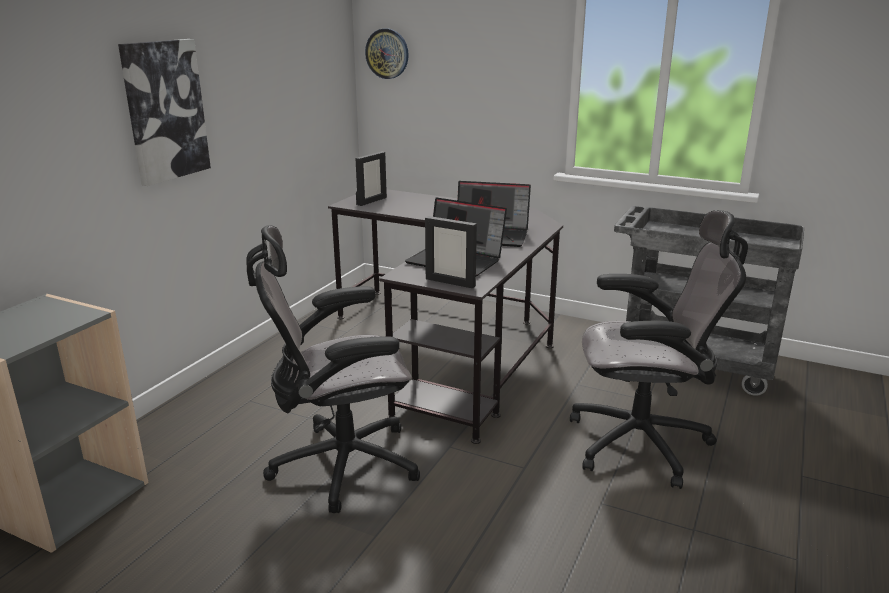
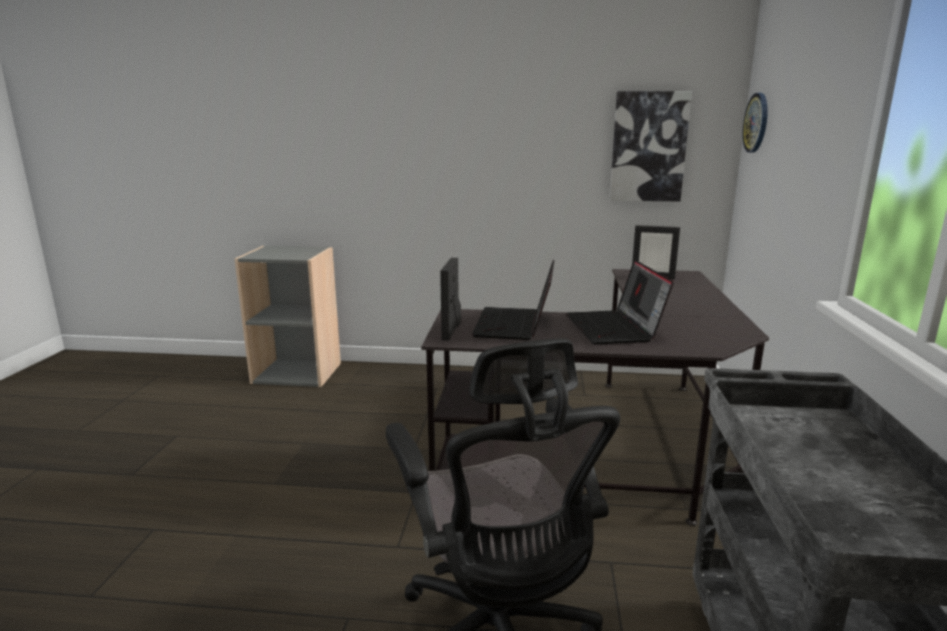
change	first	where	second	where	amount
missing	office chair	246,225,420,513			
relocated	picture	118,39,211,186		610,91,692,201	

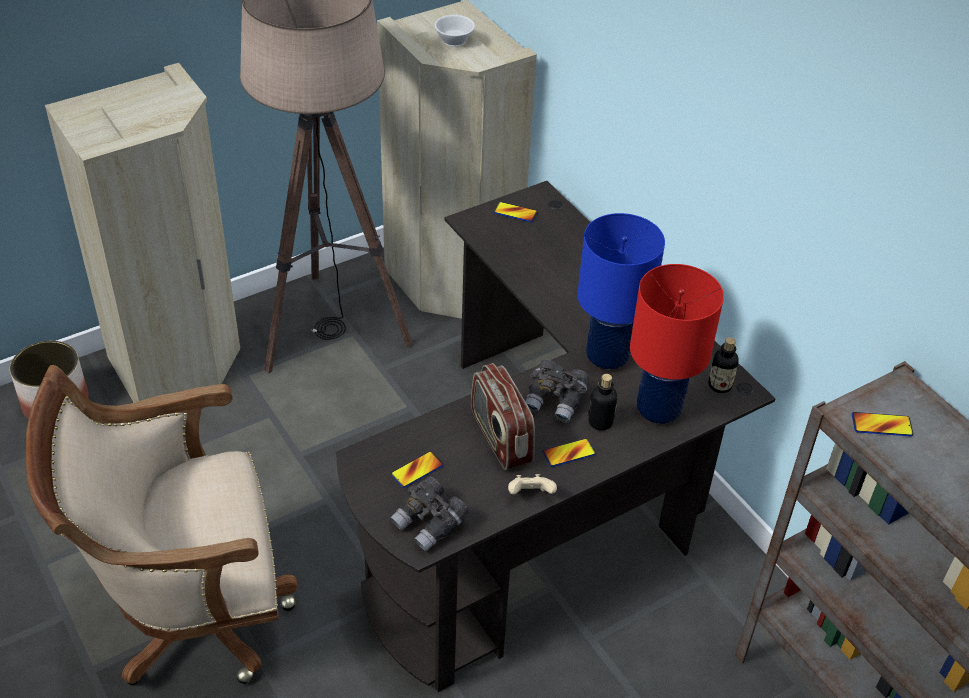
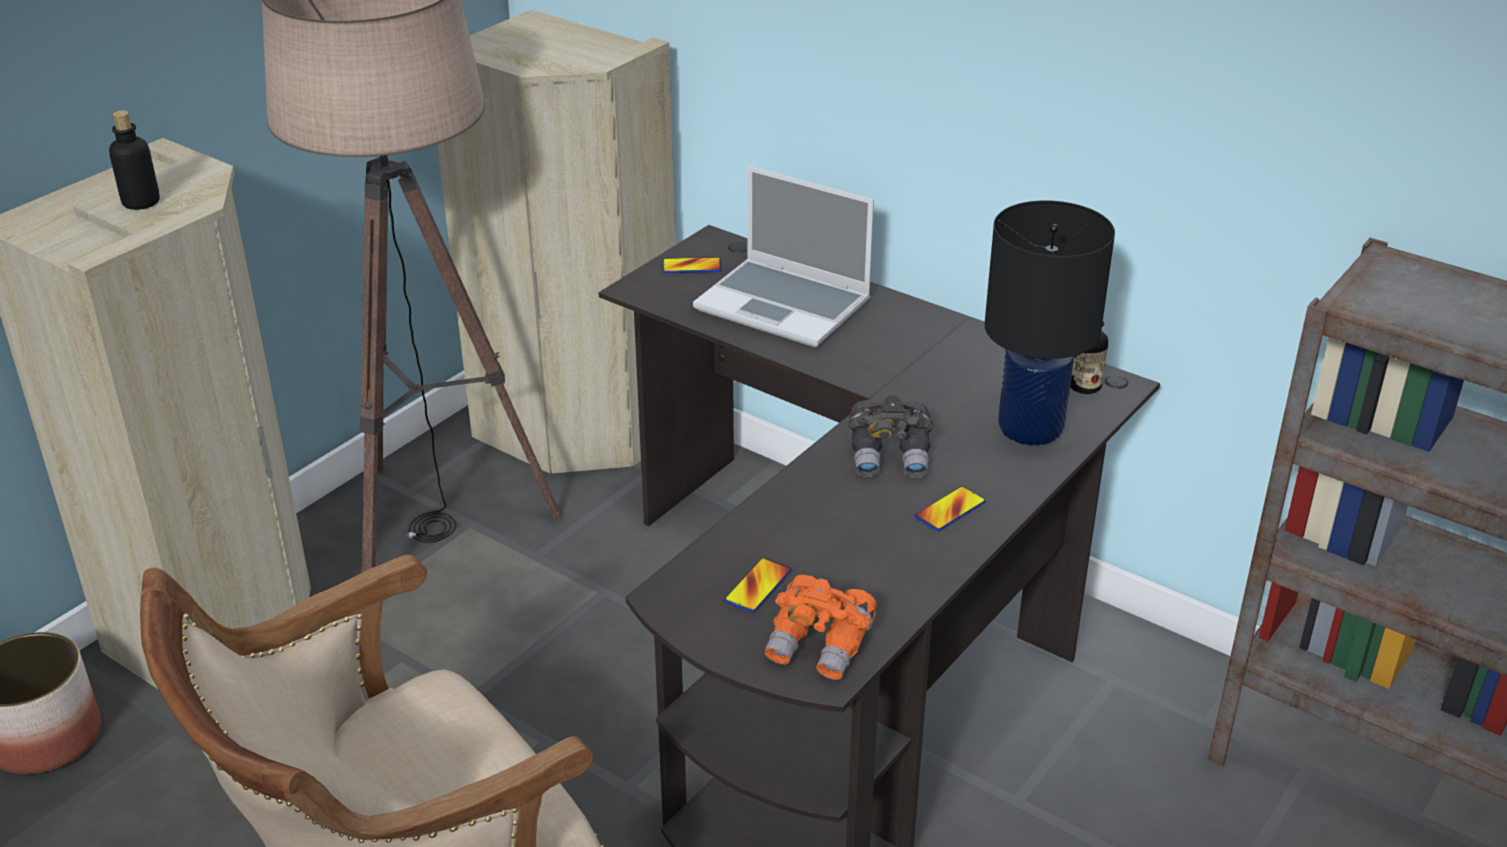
change	first	where	second	where	amount
missing	white cup	435,14,475,47			
missing	radio	471,363,535,470			
missing	beige game controller	508,474,557,495			
missing	blue table lamp	577,213,665,370			
missing	phone	852,412,913,436			
appeared			laptop	693,166,874,347	
relocated	bottle	588,374,617,431		109,110,160,210	
colour	grey binoculars	390,476,469,552	orange binoculars	764,575,877,680	
colour	red table lamp	630,264,724,424	black table lamp	985,200,1115,446	

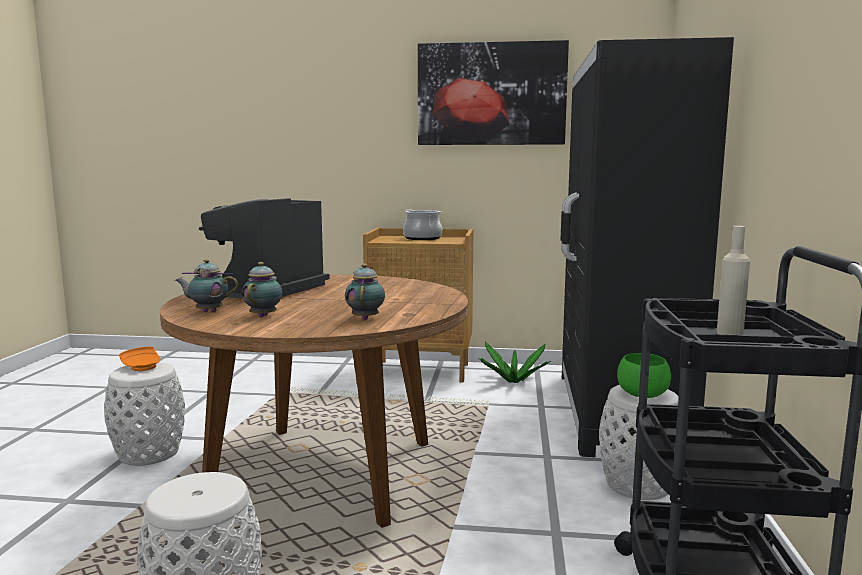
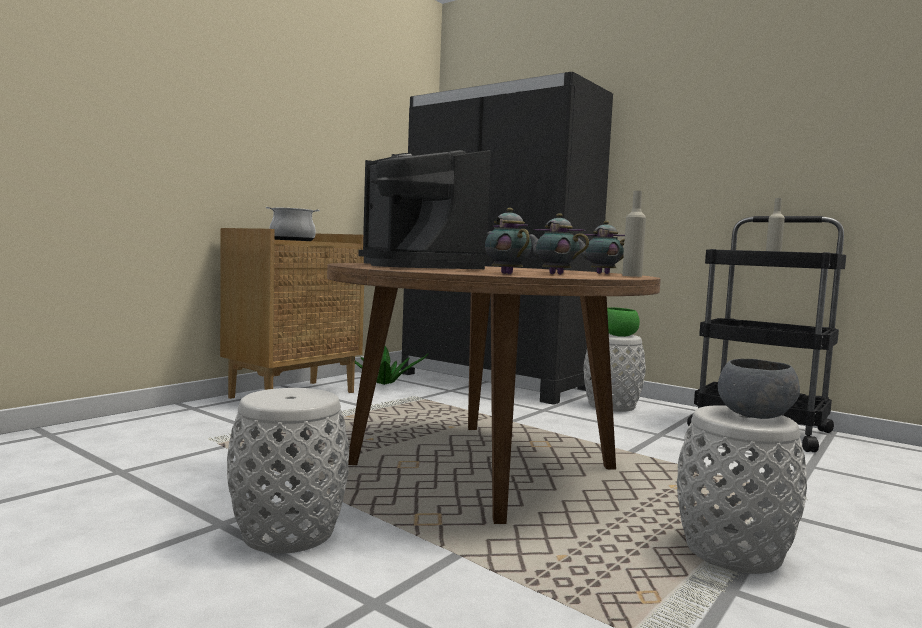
change	first	where	second	where	amount
missing	orange plate	119,347,160,371			
missing	picture	418,40,569,145			
appeared			beige bottle	622,191,646,277	
appeared			grey bowl	718,359,800,419	
spun	teapot	175,259,238,312		485,208,532,274	120 degrees clockwise

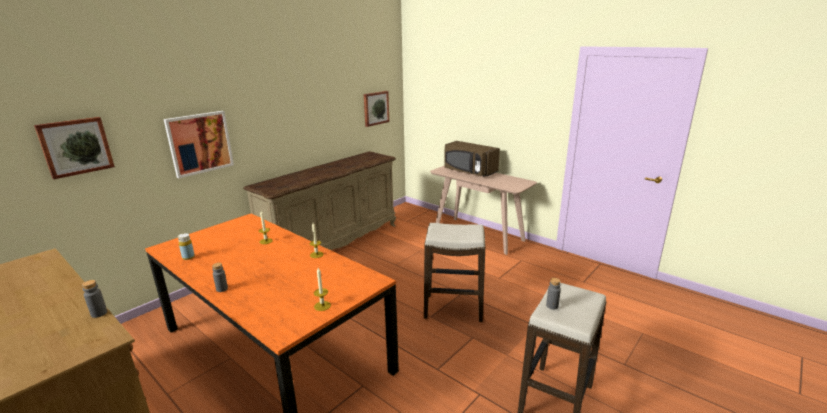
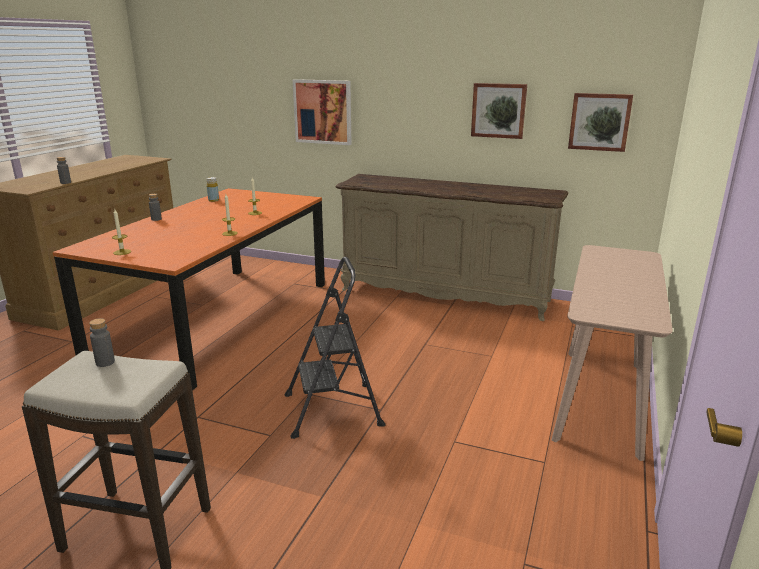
change	first	where	second	where	amount
missing	brown microwave	444,141,500,177			
relocated	picture	34,117,115,179		471,83,527,139	
exchanged	stool	424,223,486,322	black step ladder	284,257,386,439	

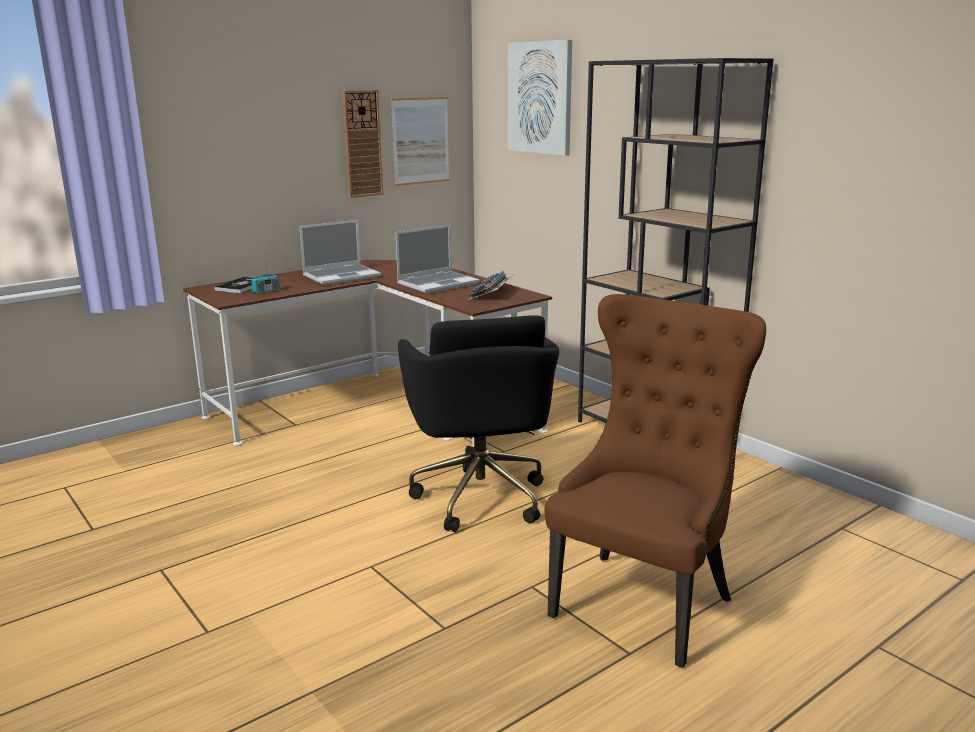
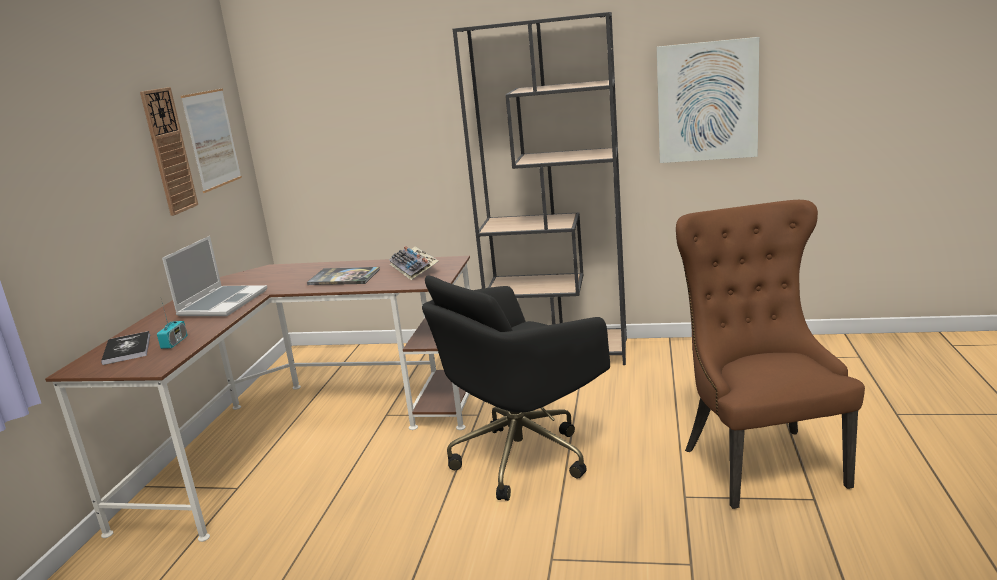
change	first	where	second	where	amount
relocated	picture	508,40,572,156		657,37,759,163	
exchanged	laptop	396,225,480,294	book	307,267,380,285	
spun	black office chair	398,315,559,532		422,276,610,501	105 degrees clockwise

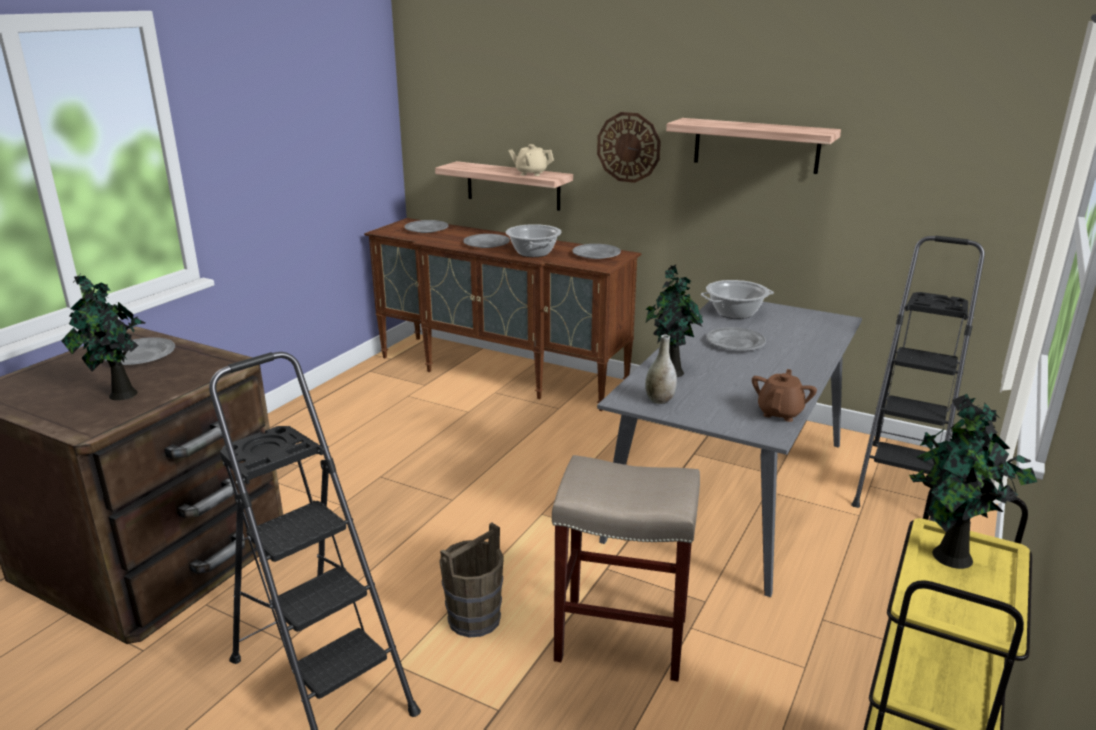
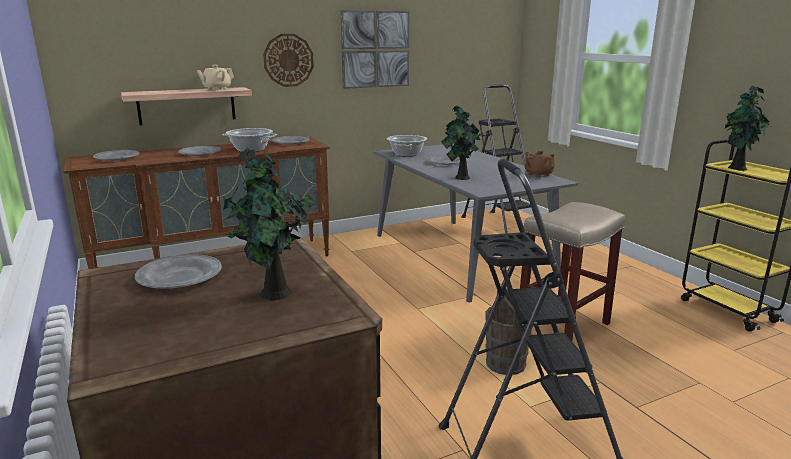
change	first	where	second	where	amount
missing	grey vase	645,335,677,404			
exchanged	shelf	666,118,841,174	picture	340,10,409,89	

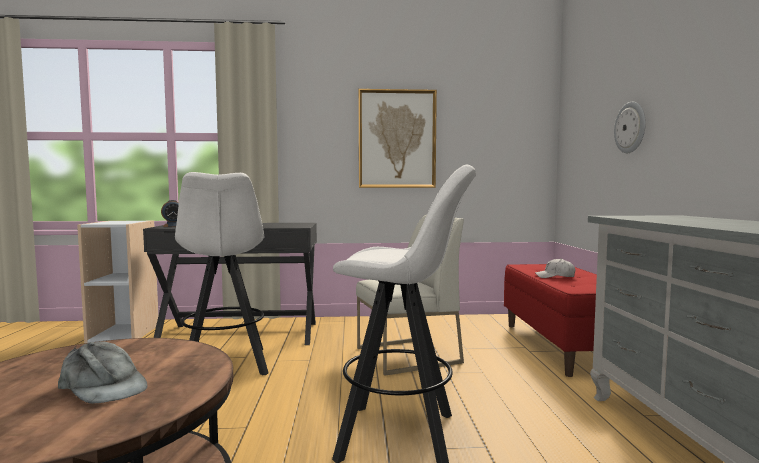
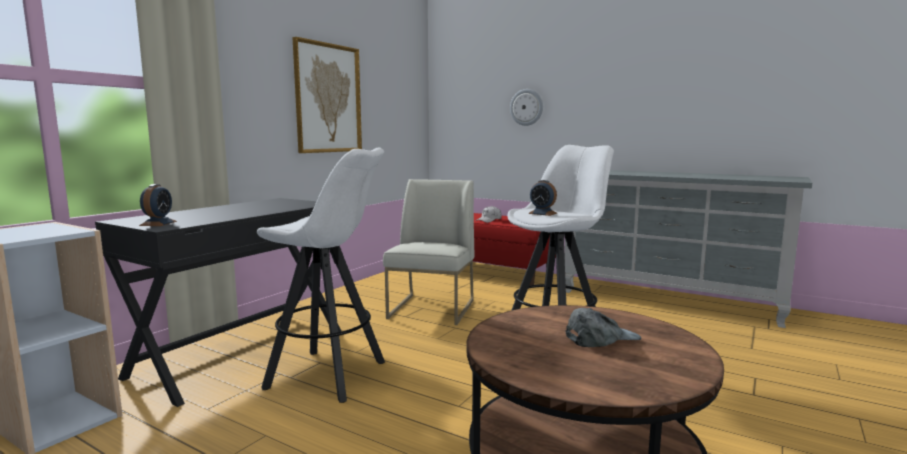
change	first	where	second	where	amount
appeared			alarm clock	528,180,557,216	

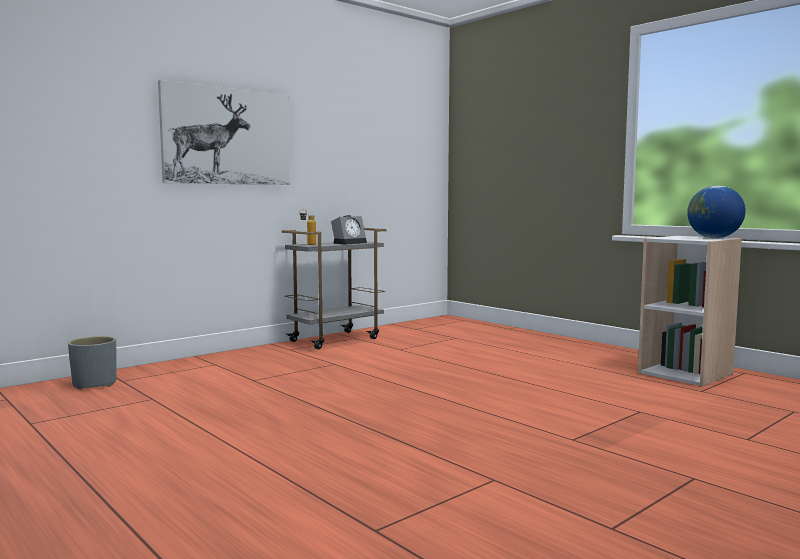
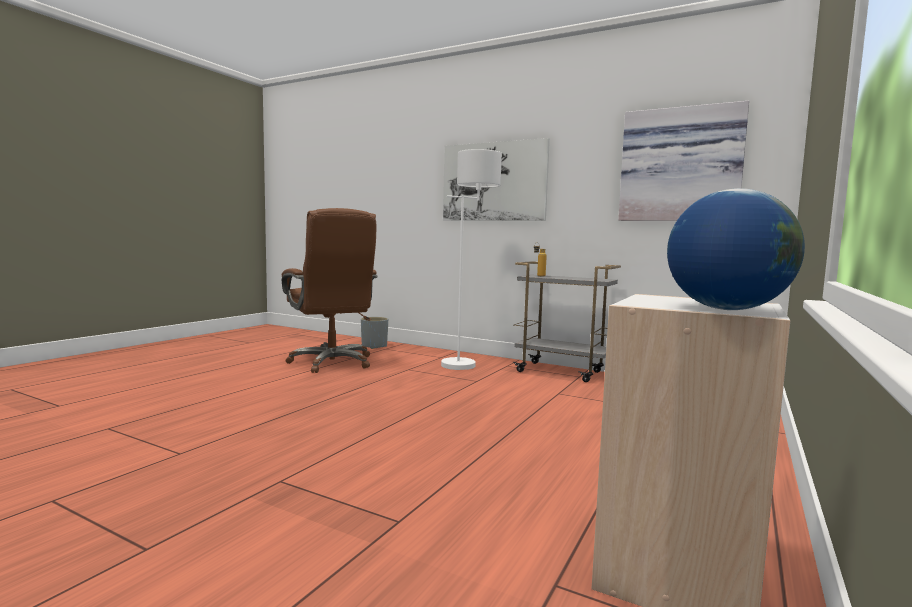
change	first	where	second	where	amount
missing	alarm clock	331,215,367,245			
appeared			brown office chair	282,208,377,373	
appeared			white floor lamp	441,149,502,370	
appeared			picture	618,101,749,221	

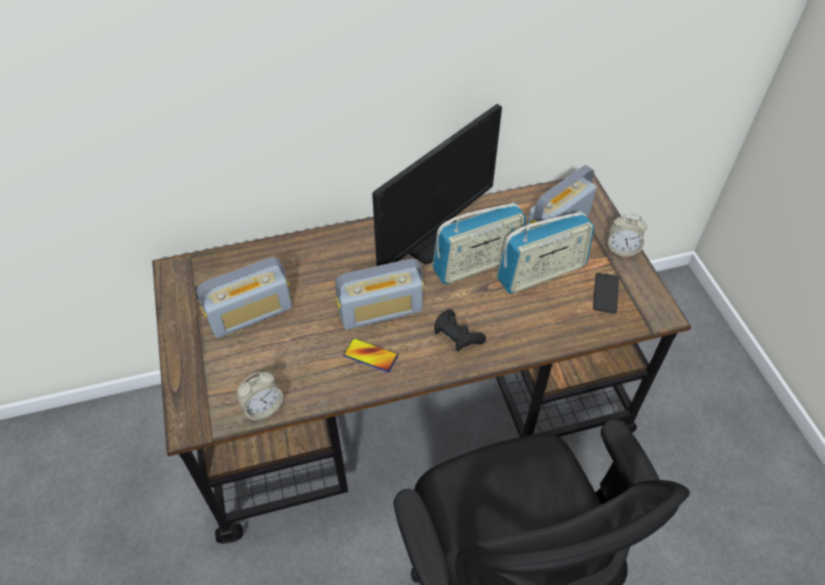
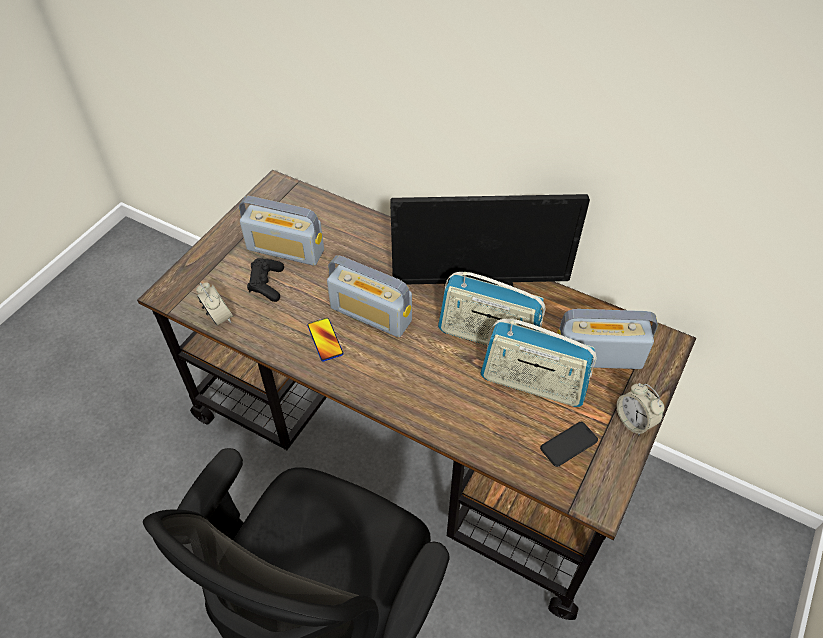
change	first	where	second	where	amount
relocated	black game controller	434,310,486,351		247,258,284,302	
spun	alarm clock	237,372,283,421		196,282,233,326	135 degrees counterclockwise

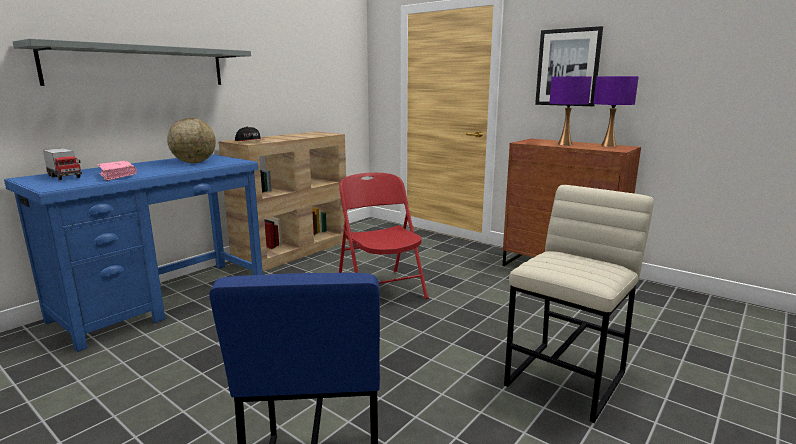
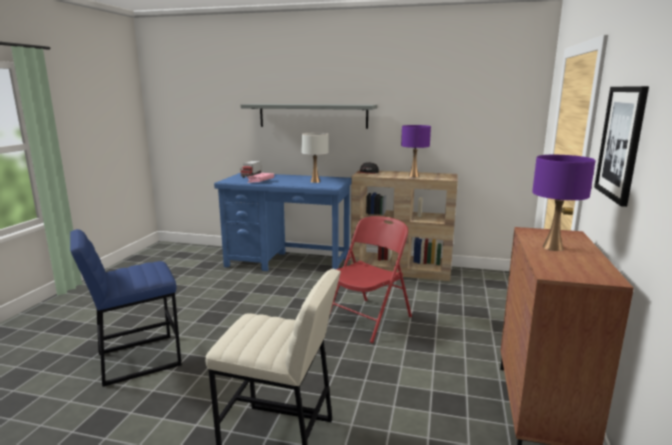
change	first	where	second	where	amount
relocated	purple table lamp	593,76,639,147		401,125,431,177	
exchanged	globe	167,118,216,163	white table lamp	301,133,329,183	

